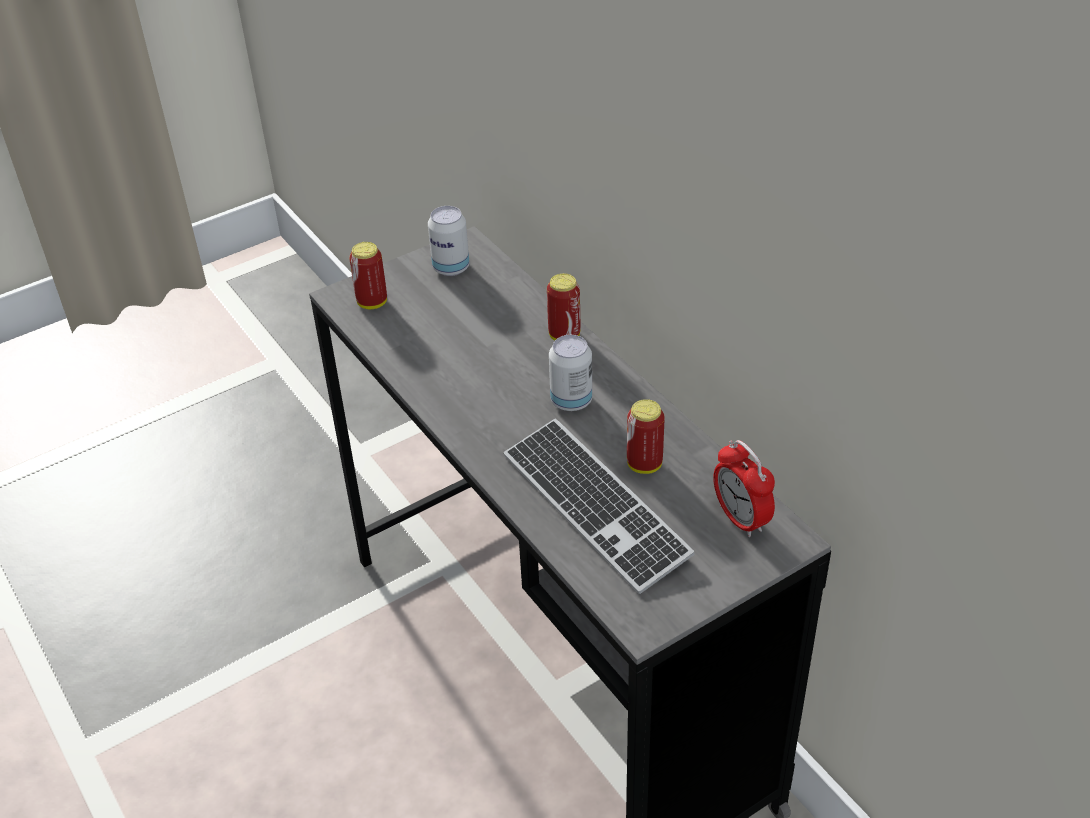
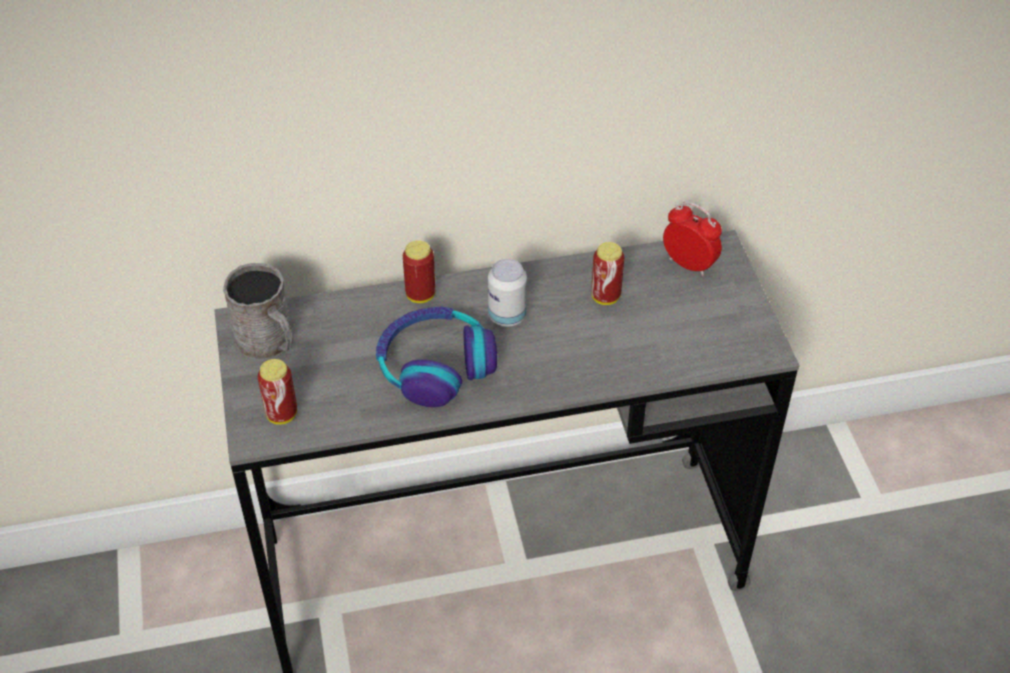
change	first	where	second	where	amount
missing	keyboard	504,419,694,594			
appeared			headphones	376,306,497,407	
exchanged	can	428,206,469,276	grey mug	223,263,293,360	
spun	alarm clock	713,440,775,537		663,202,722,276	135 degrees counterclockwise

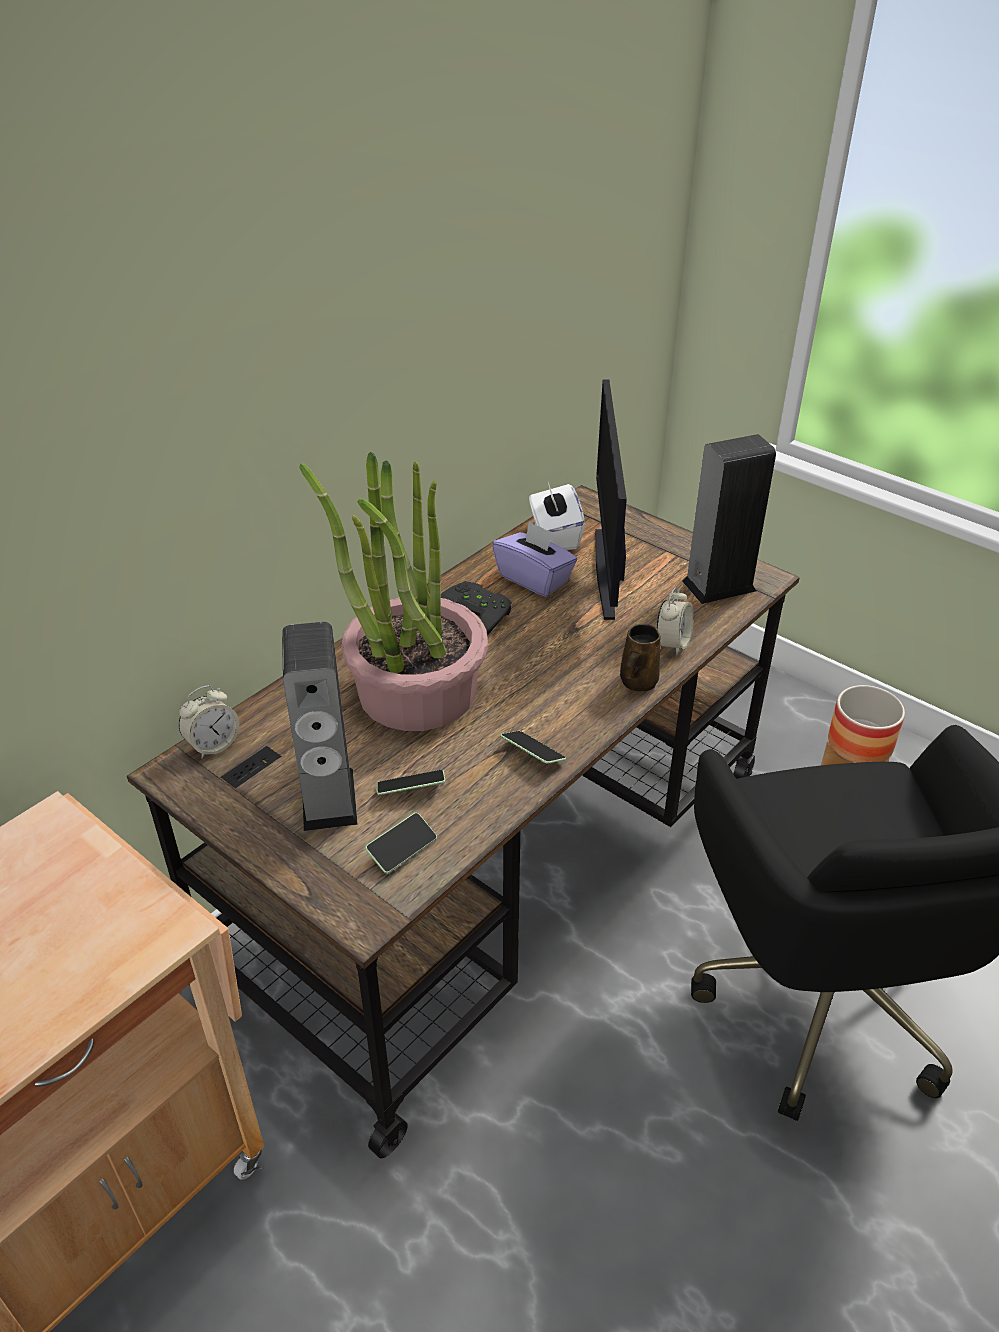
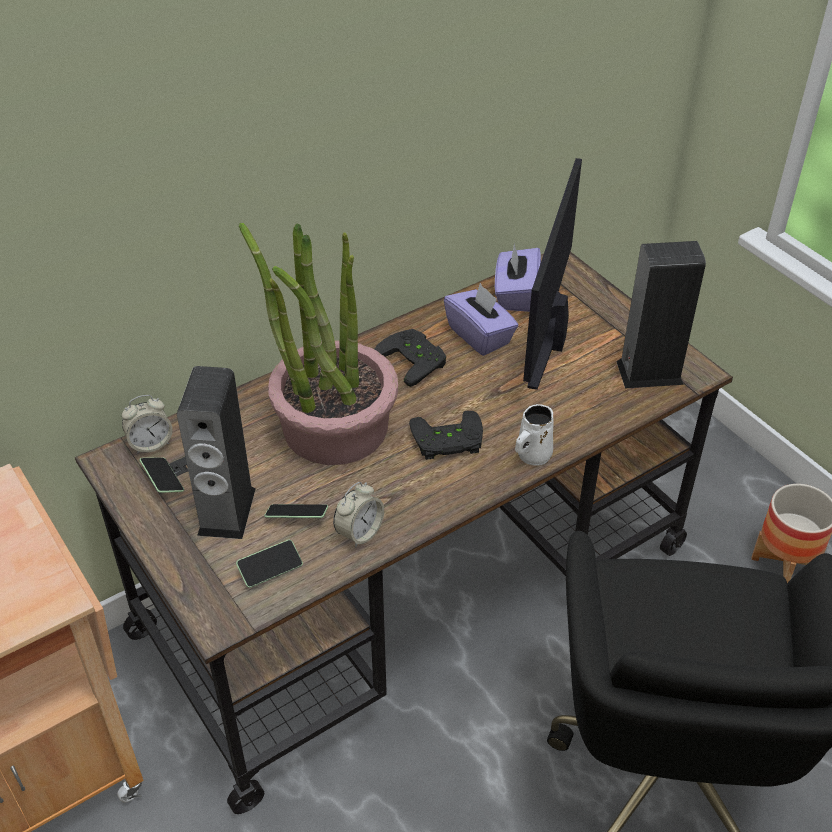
change	first	where	second	where	amount
appeared			black game controller	409,411,483,460	
relocated	phone	500,731,566,764		140,457,184,493	
relocated	alarm clock	657,587,694,656		333,482,384,548	
colour	white tissue box	529,482,585,550	purple tissue box	495,244,541,312	
colour	brown mug	620,624,661,691	white mug	515,404,554,466	

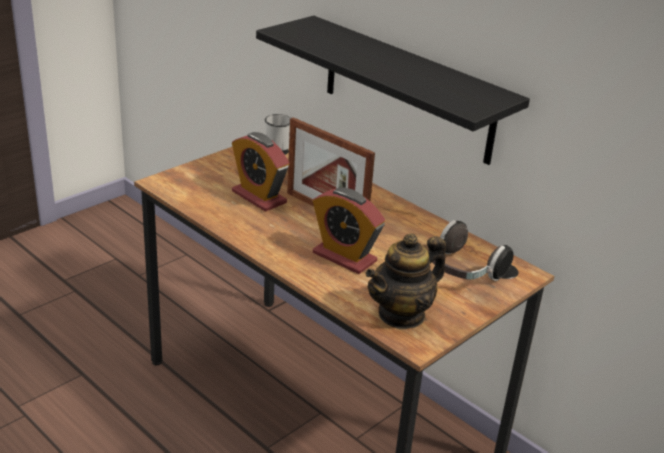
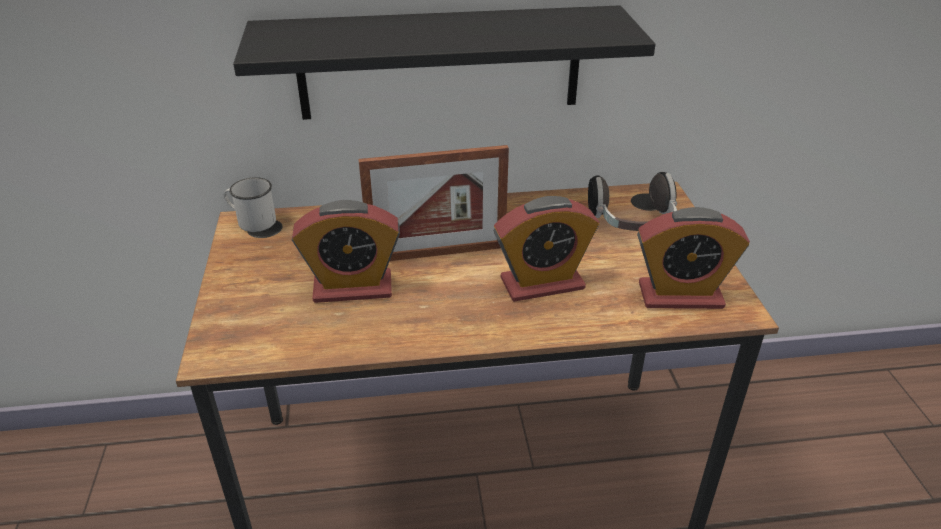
change	first	where	second	where	amount
exchanged	teapot	365,233,446,330	alarm clock	637,207,750,309	

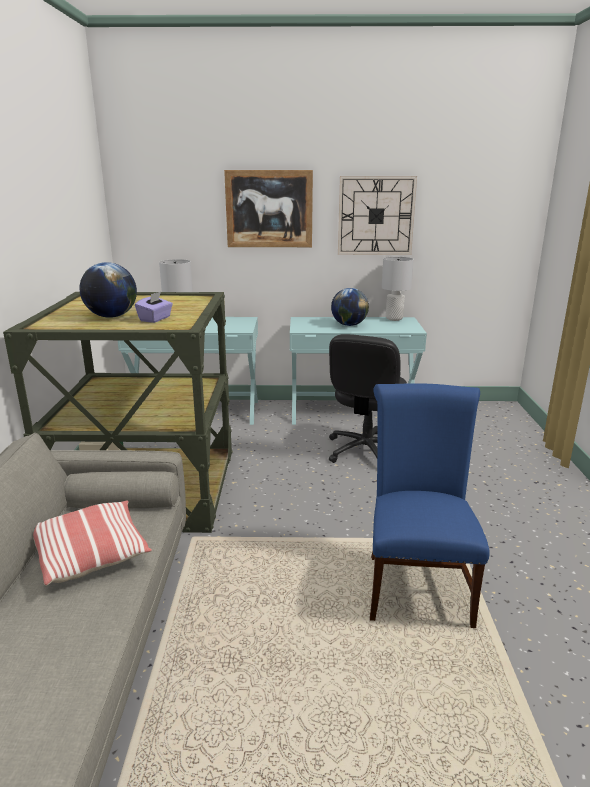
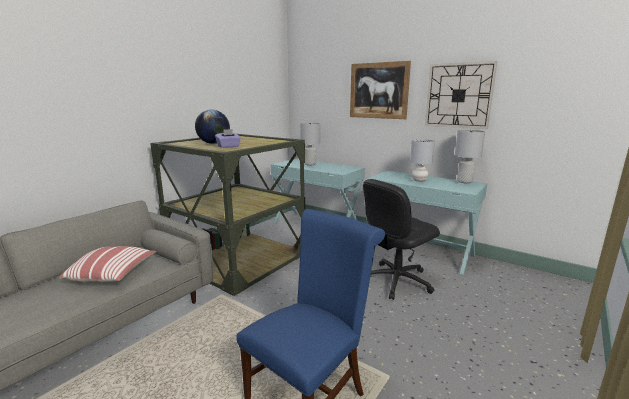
change	first	where	second	where	amount
exchanged	globe	331,288,369,326	grey table lamp	410,139,435,182	

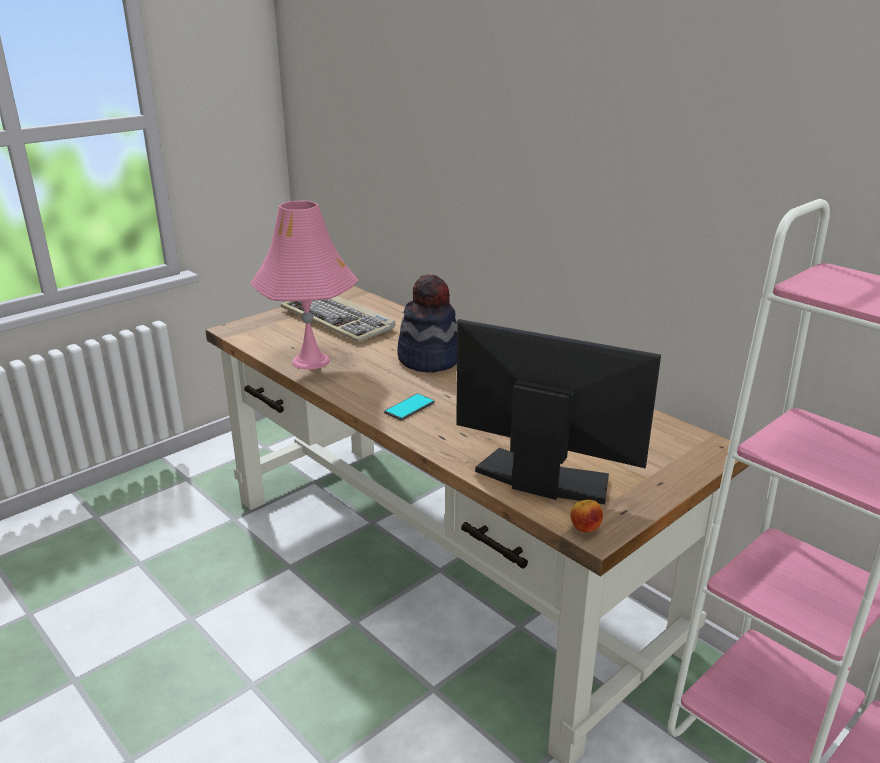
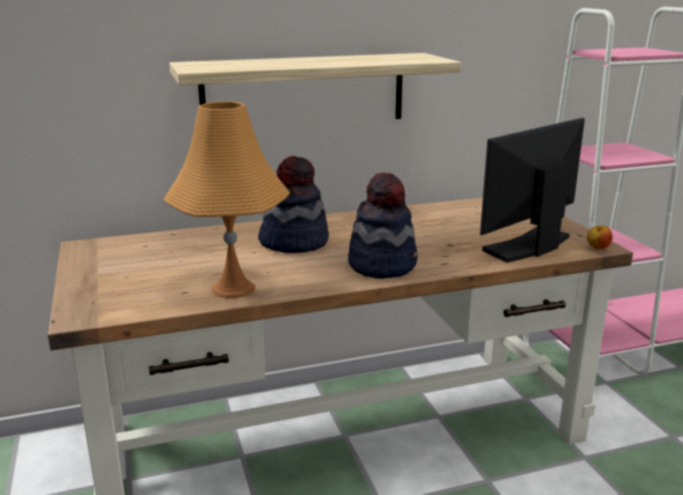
change	first	where	second	where	amount
missing	keyboard	281,296,395,343			
appeared			shelf	169,53,461,119	
exchanged	phone	384,394,435,421	hat	348,172,418,279	
colour	pink table lamp	250,201,359,370	orange table lamp	163,101,290,298	

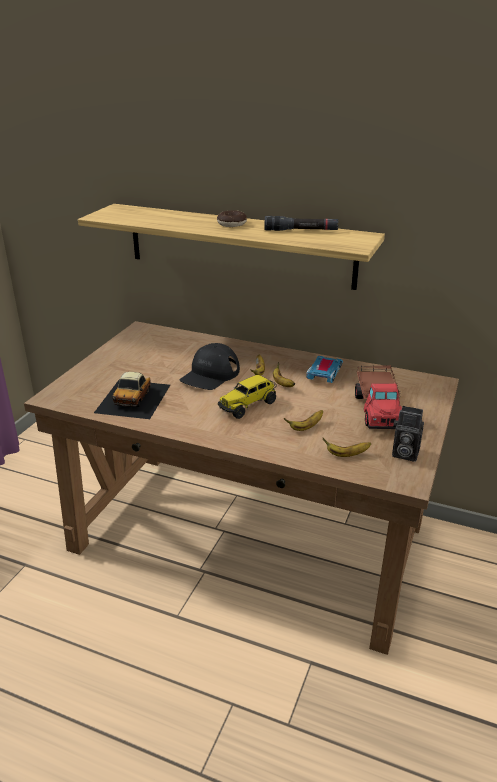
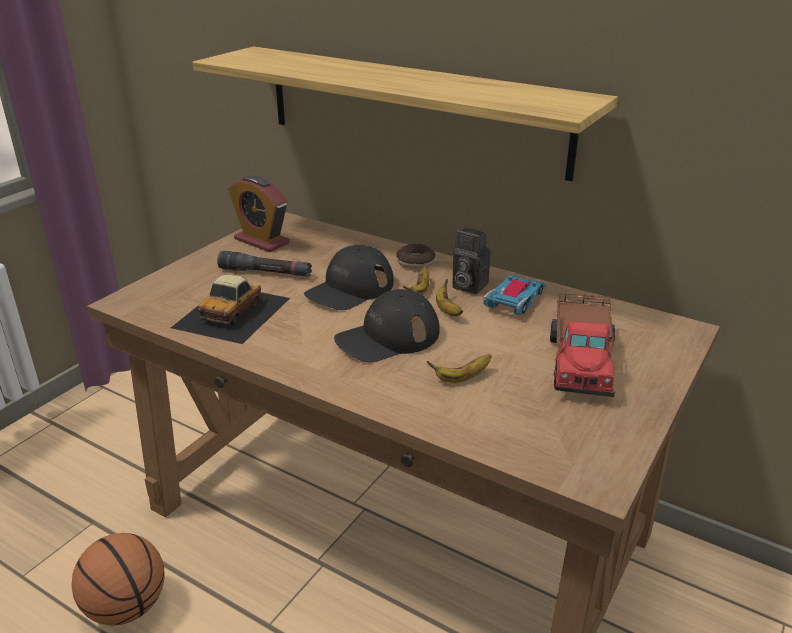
change	first	where	second	where	amount
missing	banana	323,438,371,457			
appeared			basketball	71,533,165,625	
appeared			alarm clock	228,175,290,252	
relocated	donut	217,210,247,227		396,244,435,269	
relocated	black flashlight	265,216,338,231		217,251,312,277	
relocated	photo camera	392,406,424,462		452,227,490,294	
exchanged	toy truck	218,375,277,419	black cap	334,289,439,362	

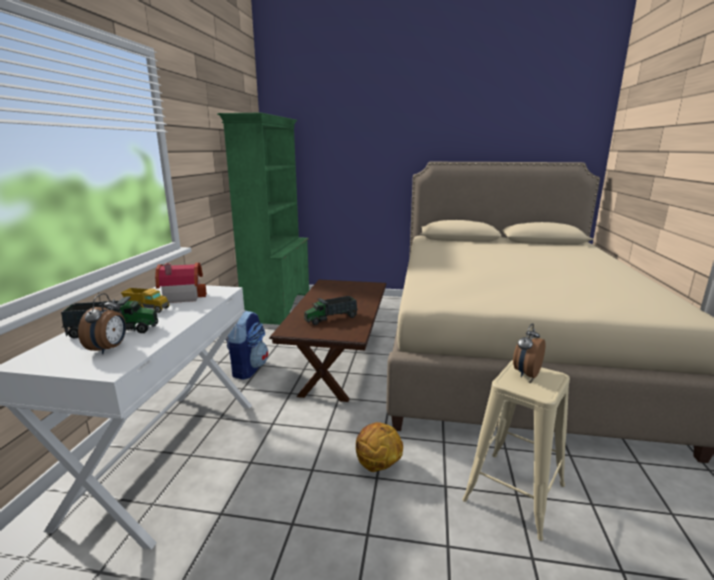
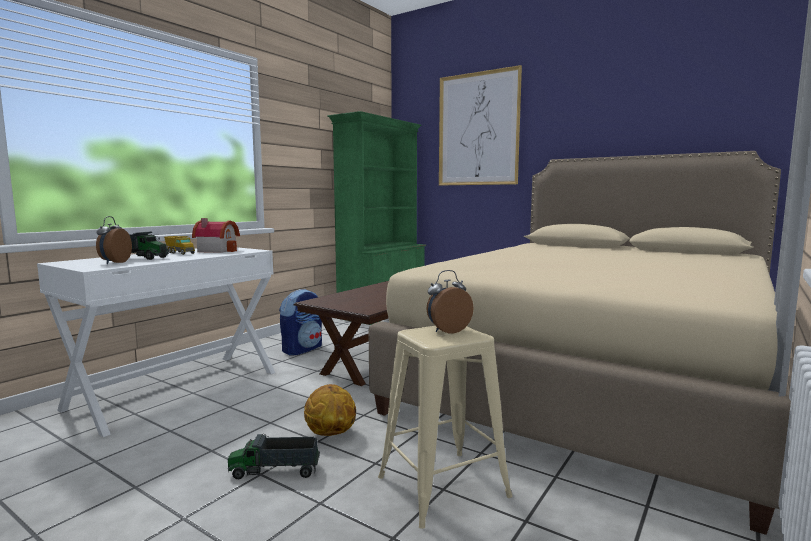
change	first	where	second	where	amount
appeared			picture	439,65,522,185	
relocated	toy truck	304,296,358,325		228,434,320,479	
spun	alarm clock	78,293,126,354		96,216,132,264	150 degrees clockwise

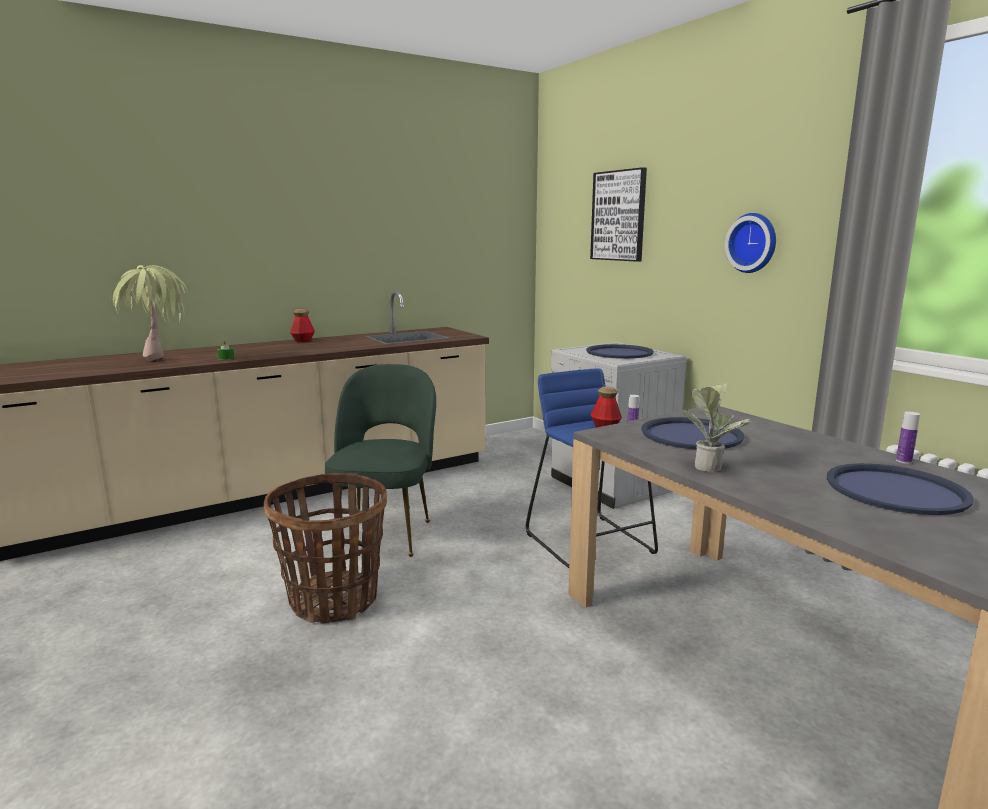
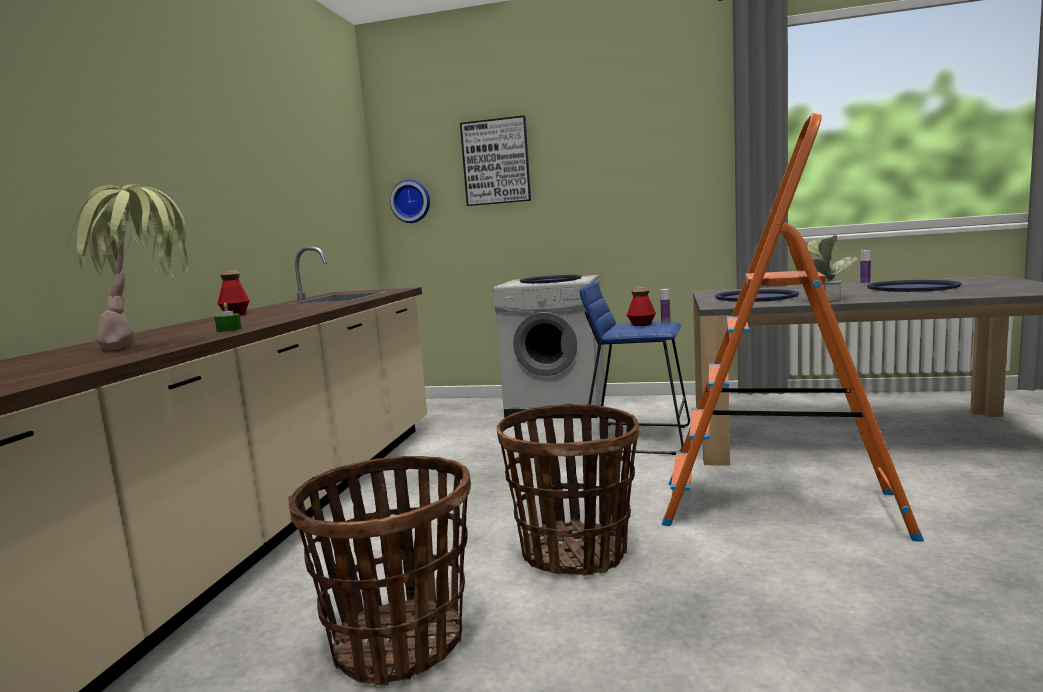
change	first	where	second	where	amount
missing	green chair	325,364,436,557			
appeared			basket	288,456,471,686	
appeared			orange step ladder	661,113,924,542	
relocated	wall clock	725,213,776,273		390,180,430,223	

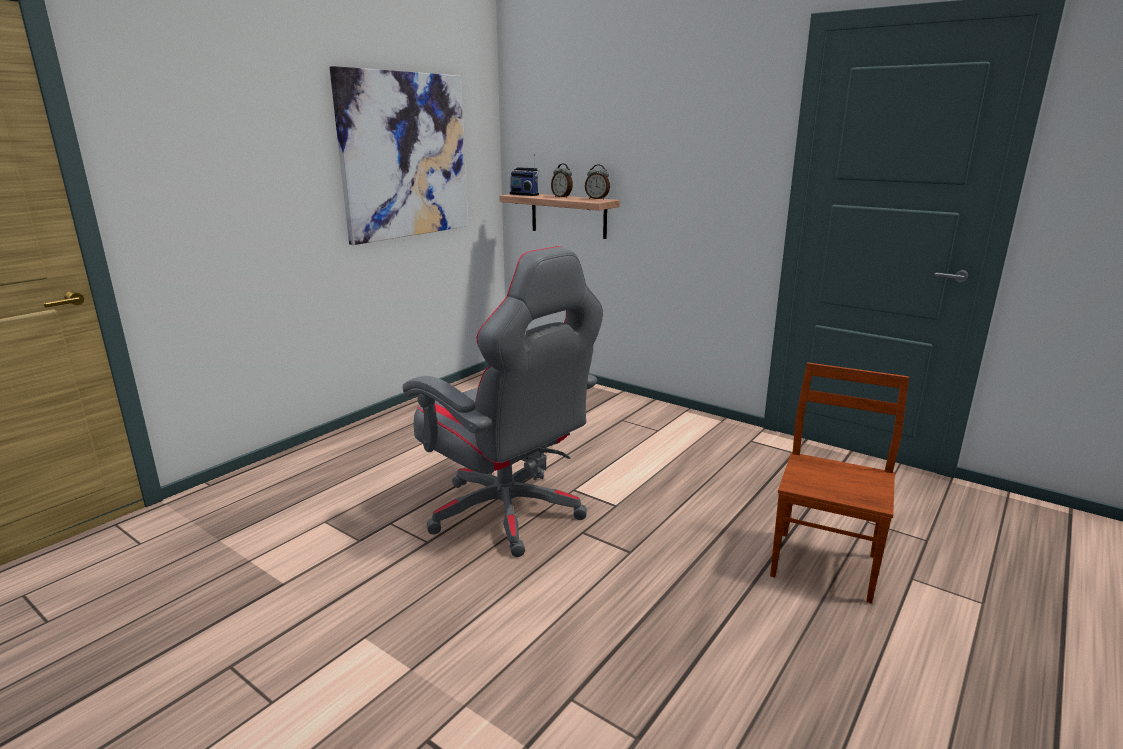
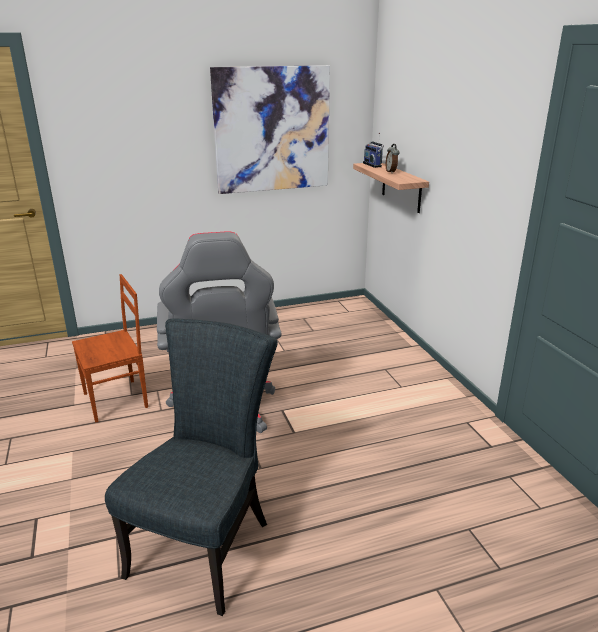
change	first	where	second	where	amount
missing	alarm clock	585,164,610,200			
appeared			grey chair	105,319,278,616	
relocated	brown chair	770,362,910,604		72,274,148,423	

